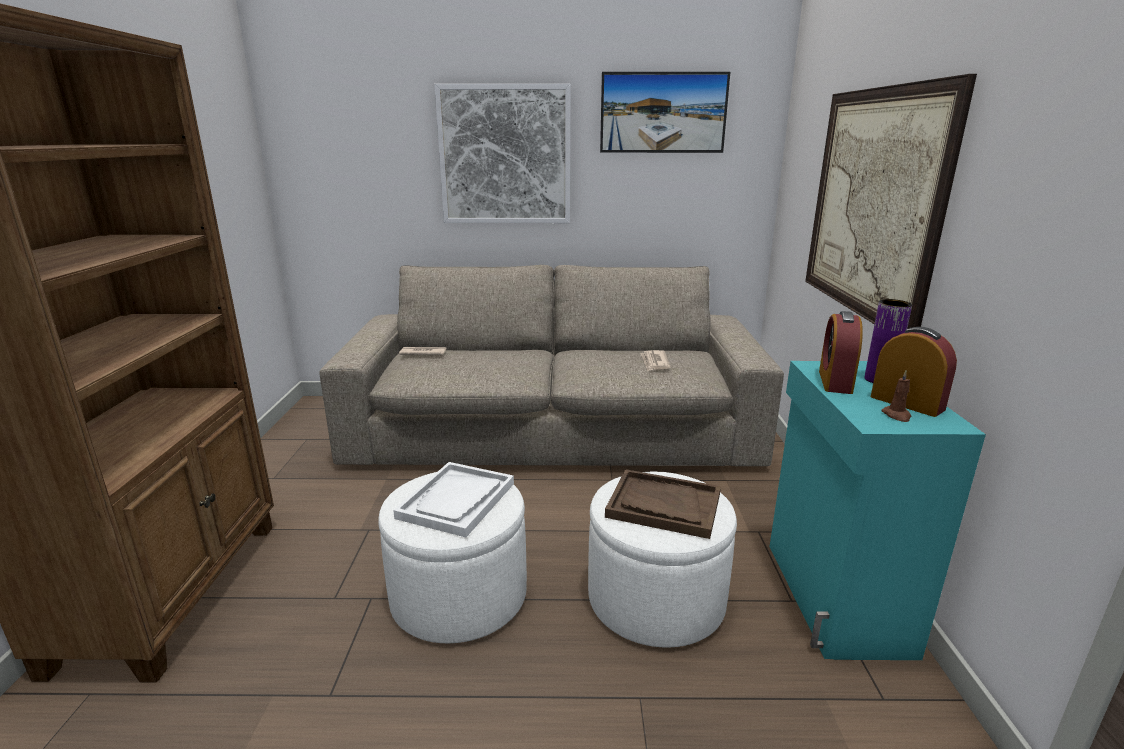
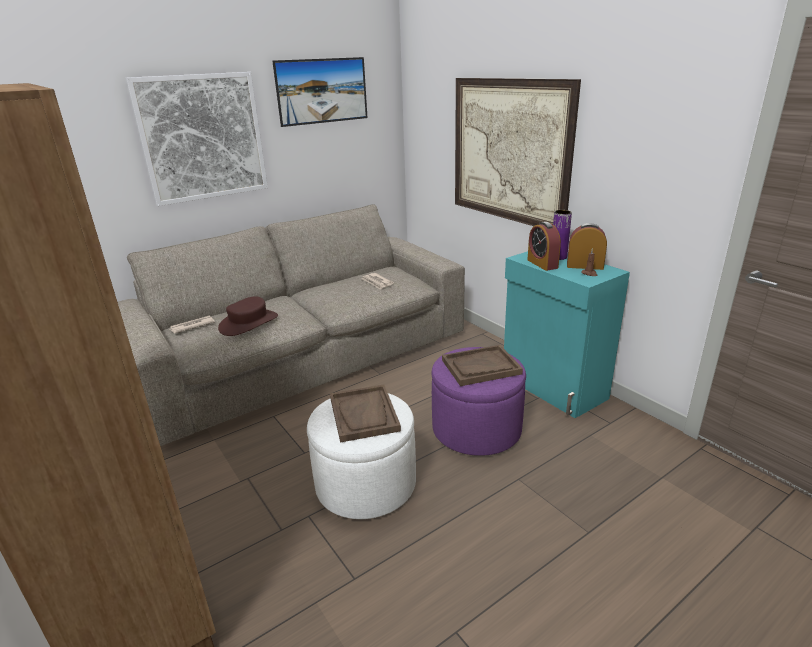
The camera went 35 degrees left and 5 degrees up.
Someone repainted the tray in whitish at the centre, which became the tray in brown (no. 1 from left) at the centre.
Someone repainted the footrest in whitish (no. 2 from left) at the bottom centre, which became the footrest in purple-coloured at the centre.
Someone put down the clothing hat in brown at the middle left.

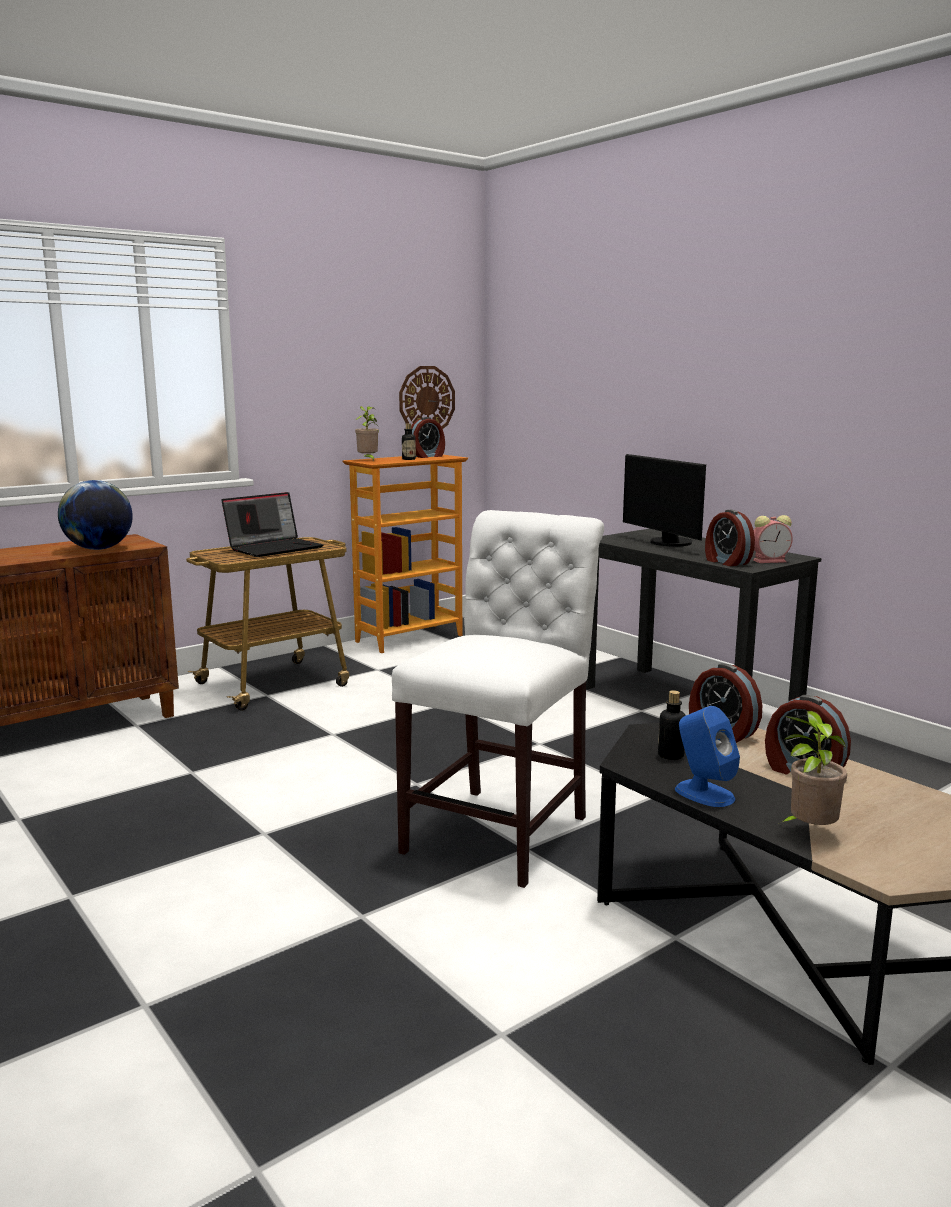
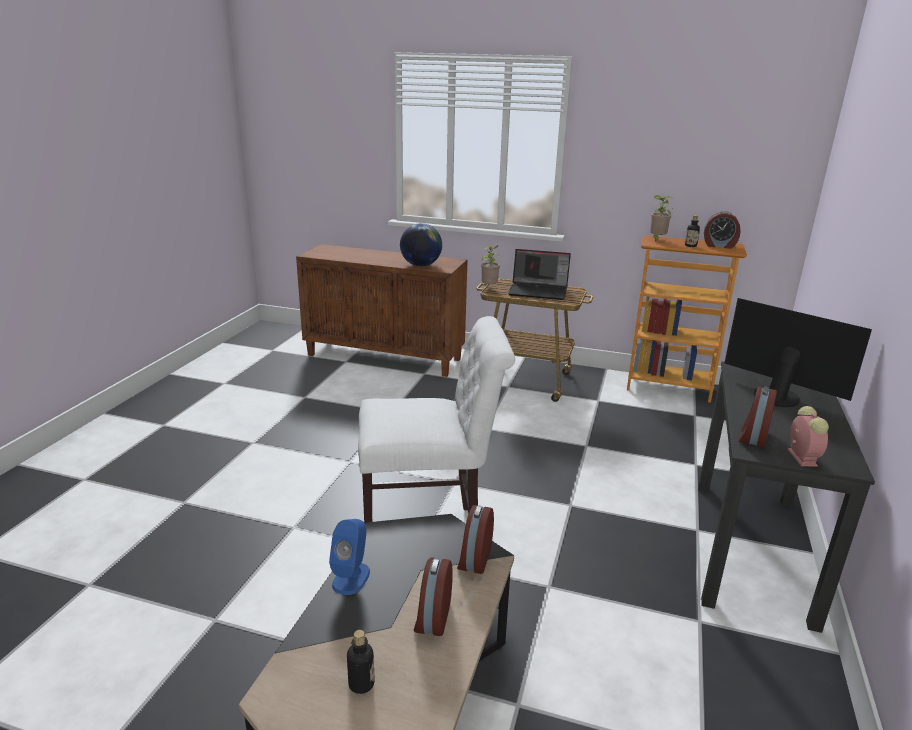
The camera went 55 degrees right and 10 degrees up.
Someone took away the wall clock at the top centre.
Someone rotated the computer screen at the middle right by 105 degrees clockwise.
Someone carried the beverage bottle (no. 2 from left in the first image) from the middle right to the bottom centre.
Someone rotated the alarm clock (no. 4 from left in the first image) at the middle right by 135 degrees counterclockwise.
Someone carried the potted plant (no. 2 from left in the first image) from the middle right to the centre.

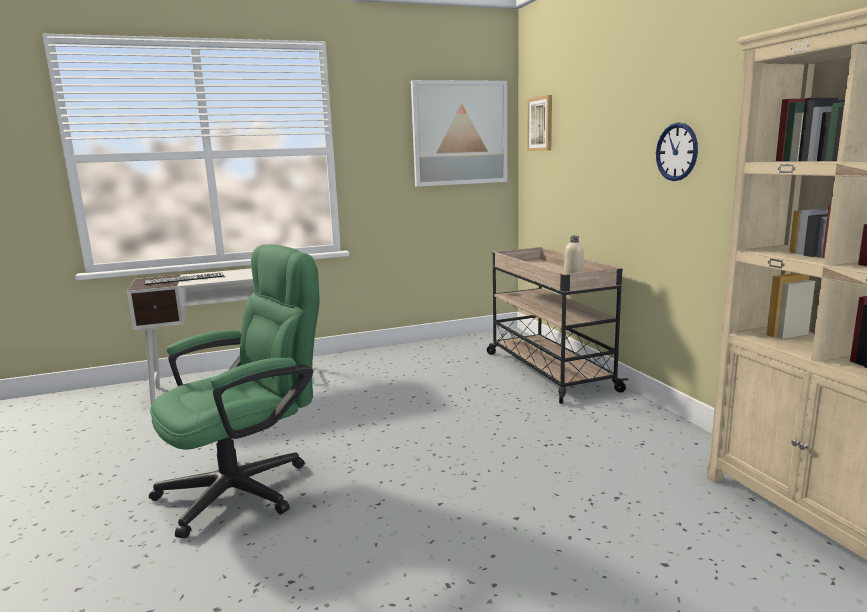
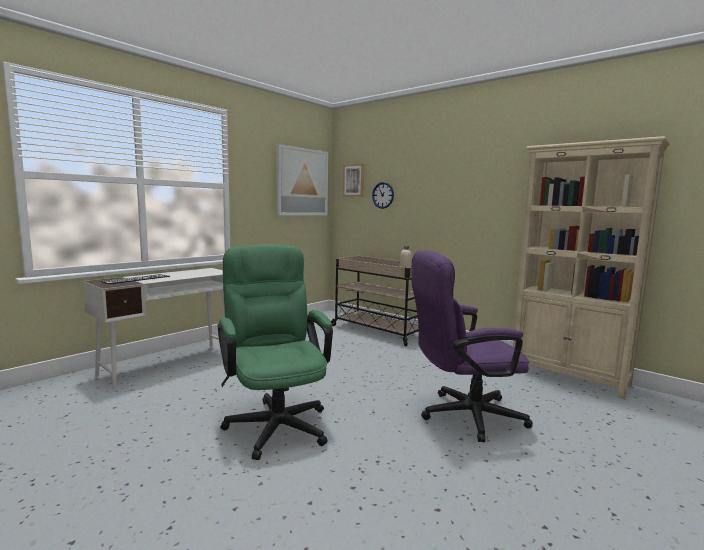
The camera went 30 degrees left and 5 degrees down.
Someone rotated the office chair in green-coloured at the middle left by 45 degrees counterclockwise.
Someone carried the wall clock from the top right to the centre.
Someone put down the office chair in purple-coloured at the middle right.

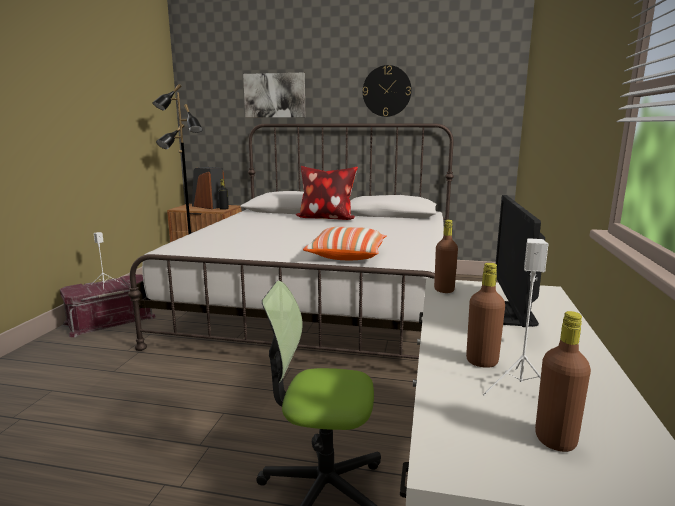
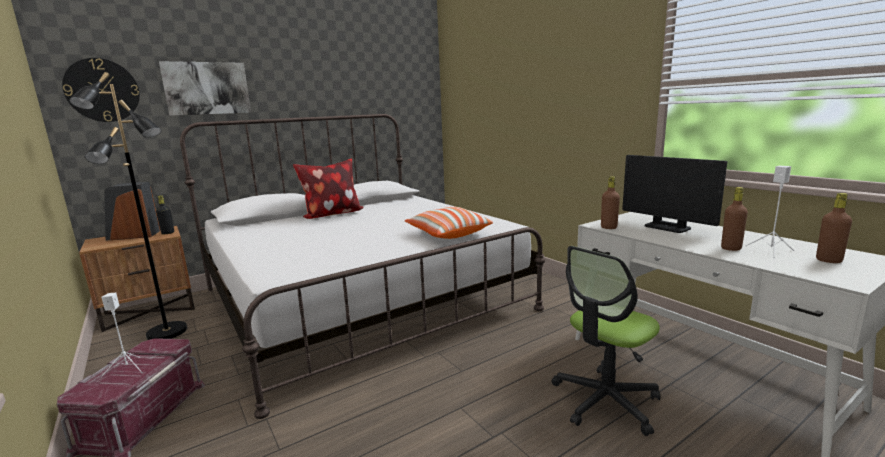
The camera went 45 degrees left and 0 degrees up.
Someone carried the wall clock from the top centre to the top left.

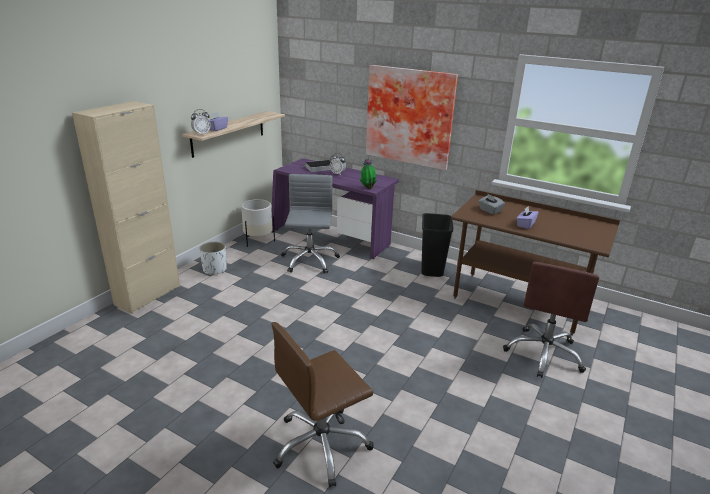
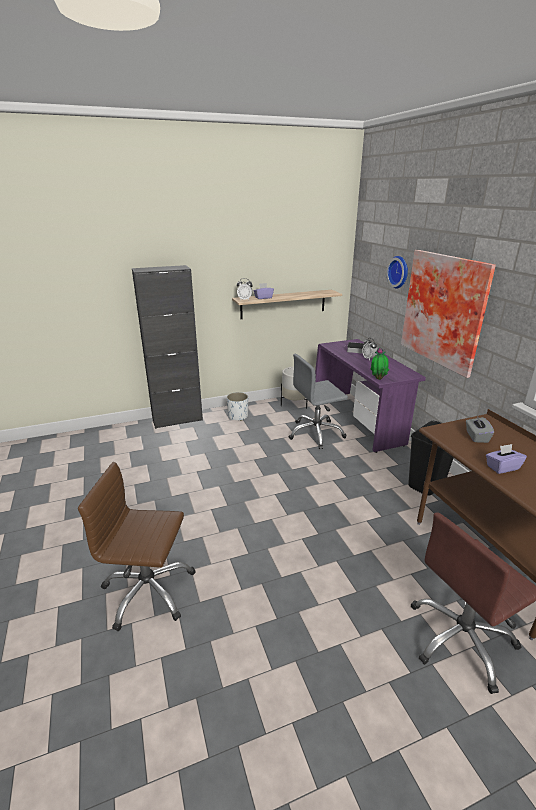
The camera went 40 degrees right and 0 degrees up.
Someone repainted the cabinet in sand-coloured at the middle left, which became the cabinet in blackish at the middle left.
Someone rotated the office chair in greyish at the centre by 150 degrees counterclockwise.
Someone put up the wall clock at the middle right.

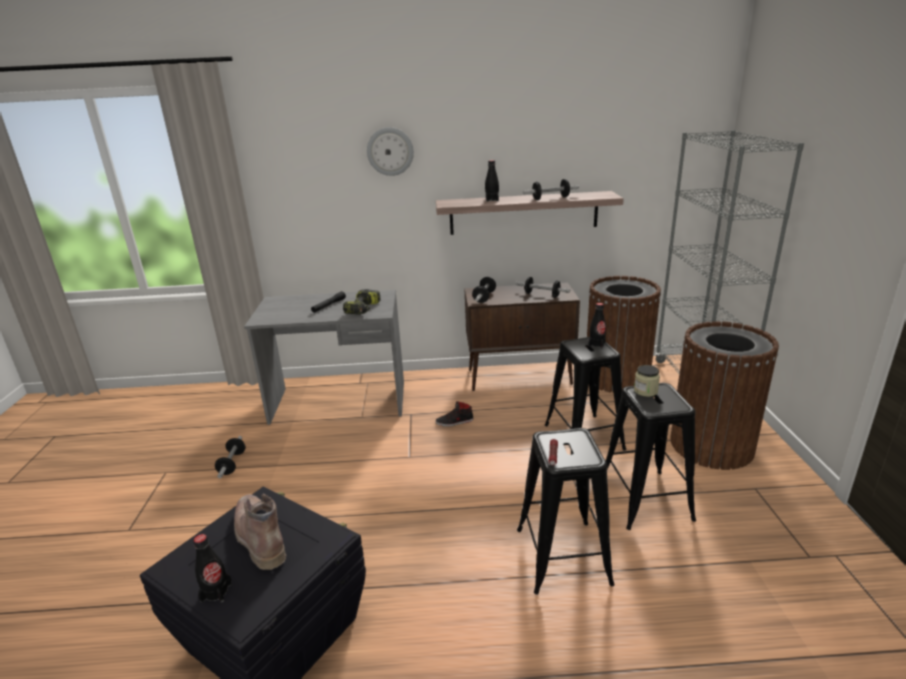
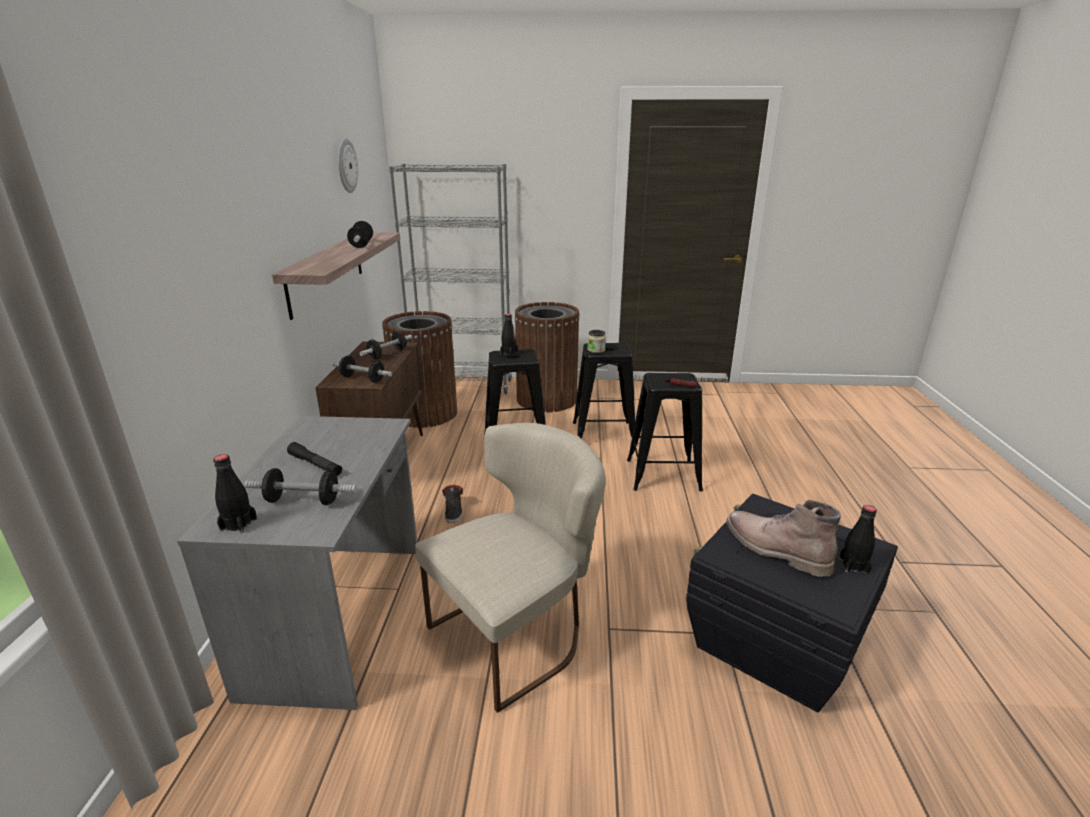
The camera went 85 degrees left and 0 degrees up.
Someone carried the free weight (no. 1 from left) from the bottom left to the middle left.
Someone rotated the tall boot in brown at the bottom left by 75 degrees clockwise.
Someone took away the power drill at the centre.
Someone carried the wall clock from the top centre to the top left.
Someone carried the beverage bottle in blackish (no. 2 from left in the first image) from the top centre to the middle left.
Someone put down the upright chair in sand-coloured at the bottom centre.

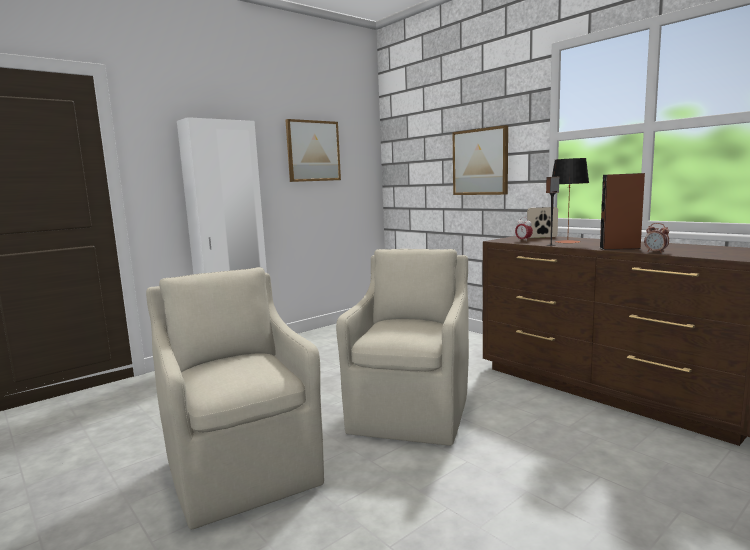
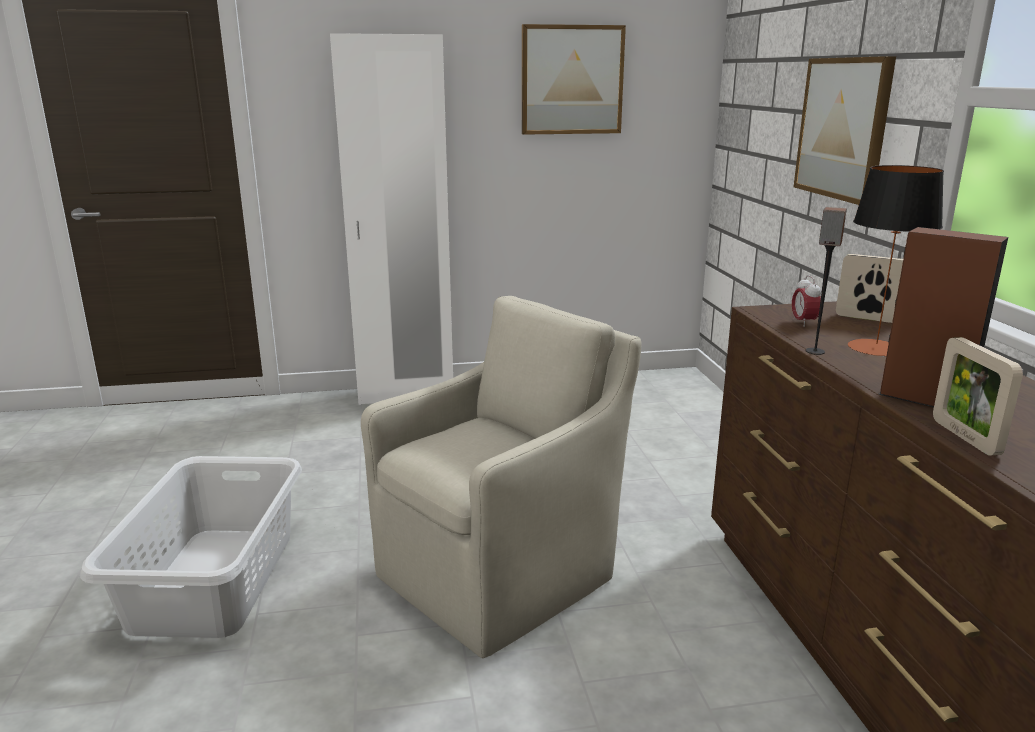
The camera went 30 degrees right and 10 degrees up.
Someone swapped the armchair in sand-coloured (no. 1 from left) at the bottom left for the laundry basket in greyish at the bottom left.
Someone swapped the alarm clock (no. 2 from left) at the middle right for the picture frame (no. 2 from left) at the middle right.

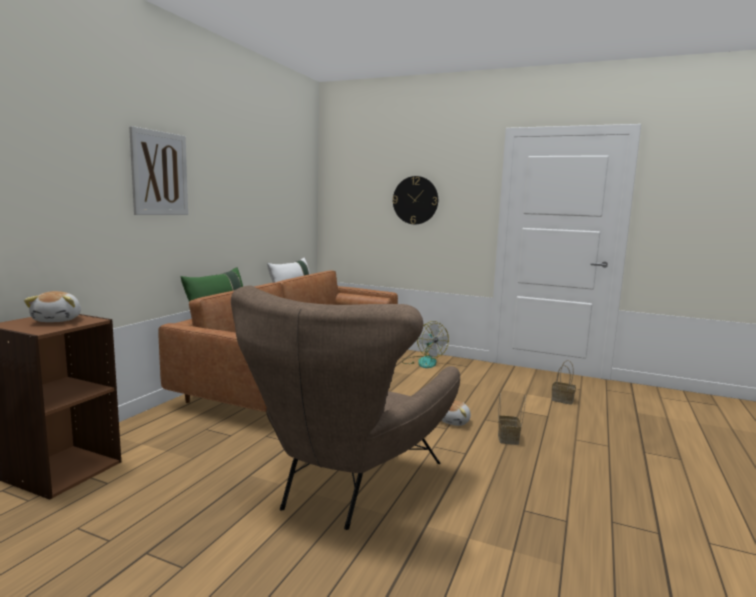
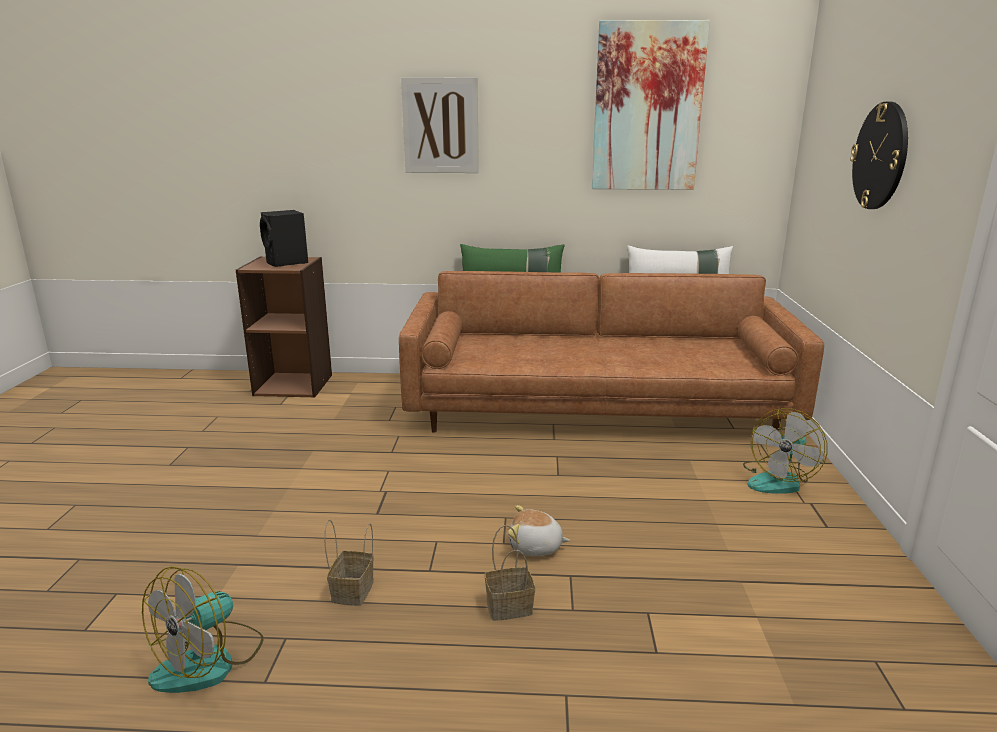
The camera went 70 degrees right and 10 degrees up.
Someone swapped the plush toy (no. 1 from left) at the middle left for the loudspeaker in blackish at the top left.
Someone took away the armchair in brown at the bottom centre.
Someone carried the household basket (no. 2 from left in the first image) from the middle right to the bottom centre.
Someone put down the cooling fan (no. 1 from left) at the bottom left.
Someone put up the wall picture (no. 2 from left) at the top centre.

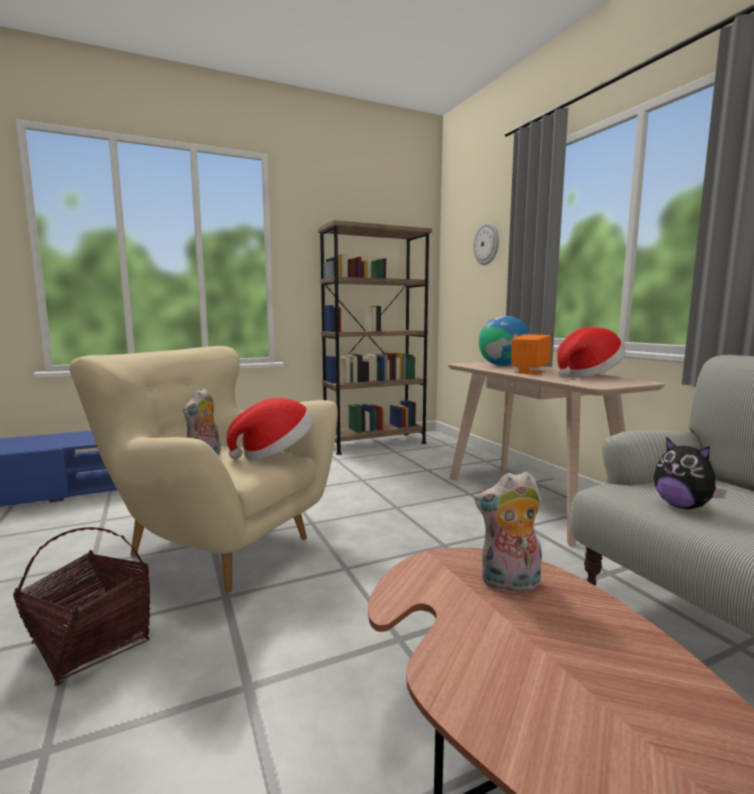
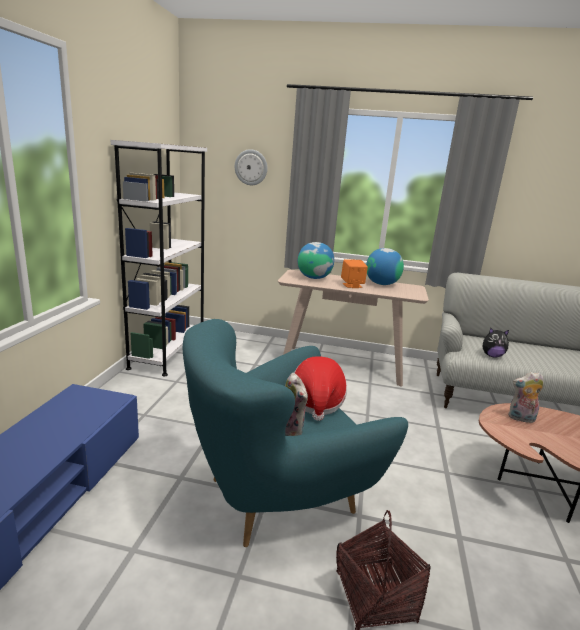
The camera went 55 degrees left and 10 degrees up.
Someone repainted the armchair in sand-coloured at the middle left, which became the armchair in blue-green at the bottom centre.
Someone repainted the bookcase in brown at the centre, which became the bookcase in whitish at the middle left.
Someone rotated the plush toy (no. 2 from left in the first image) at the bottom right by 60 degrees clockwise.
Someone swapped the clothing hat (no. 2 from left) at the middle right for the desk globe (no. 2 from left) at the centre.

